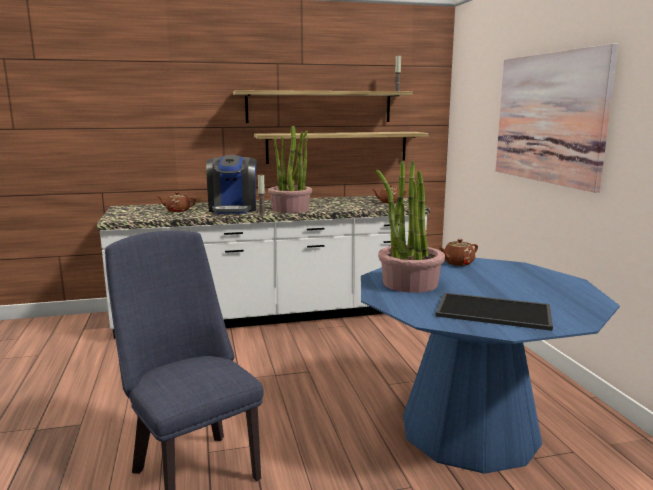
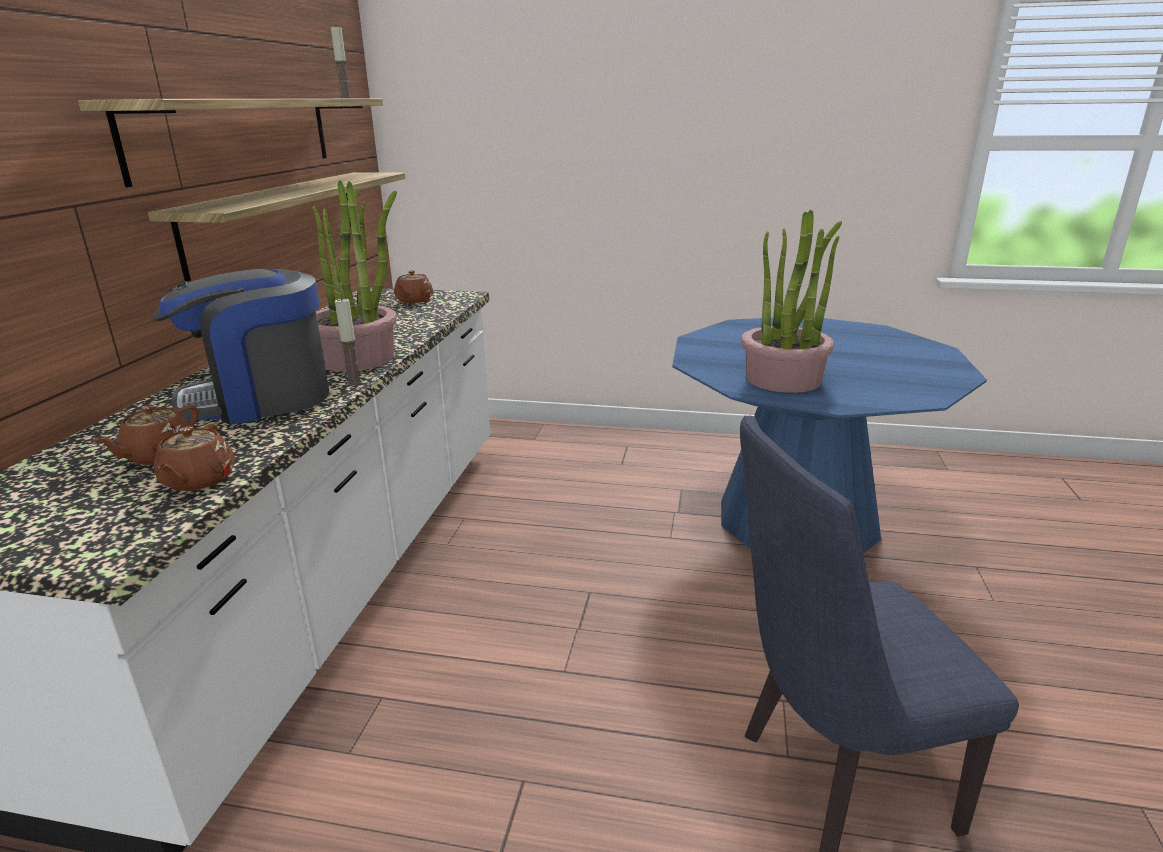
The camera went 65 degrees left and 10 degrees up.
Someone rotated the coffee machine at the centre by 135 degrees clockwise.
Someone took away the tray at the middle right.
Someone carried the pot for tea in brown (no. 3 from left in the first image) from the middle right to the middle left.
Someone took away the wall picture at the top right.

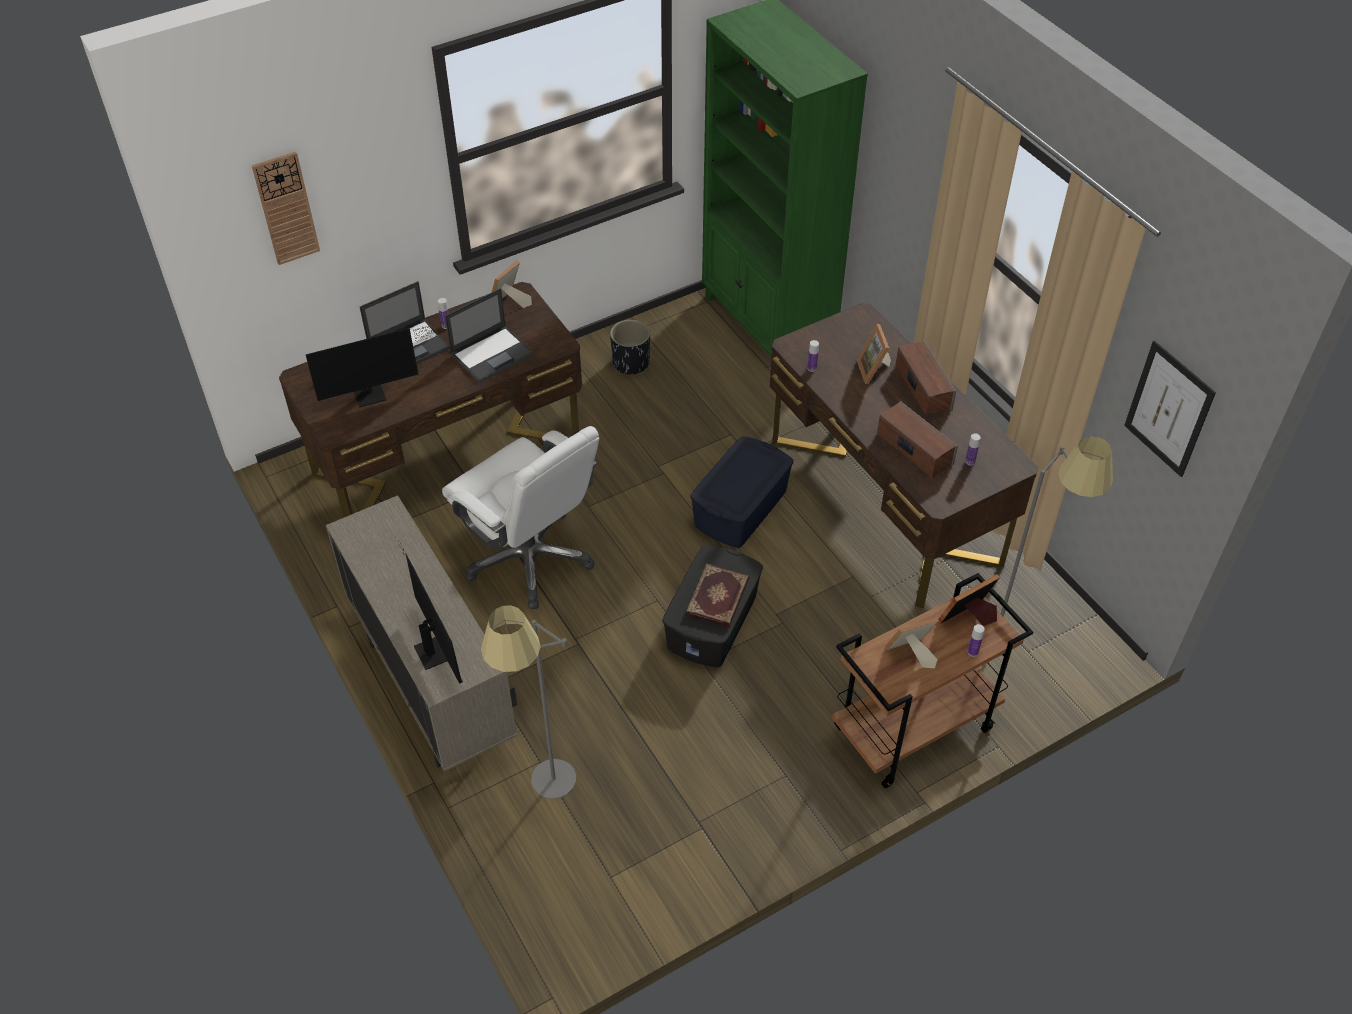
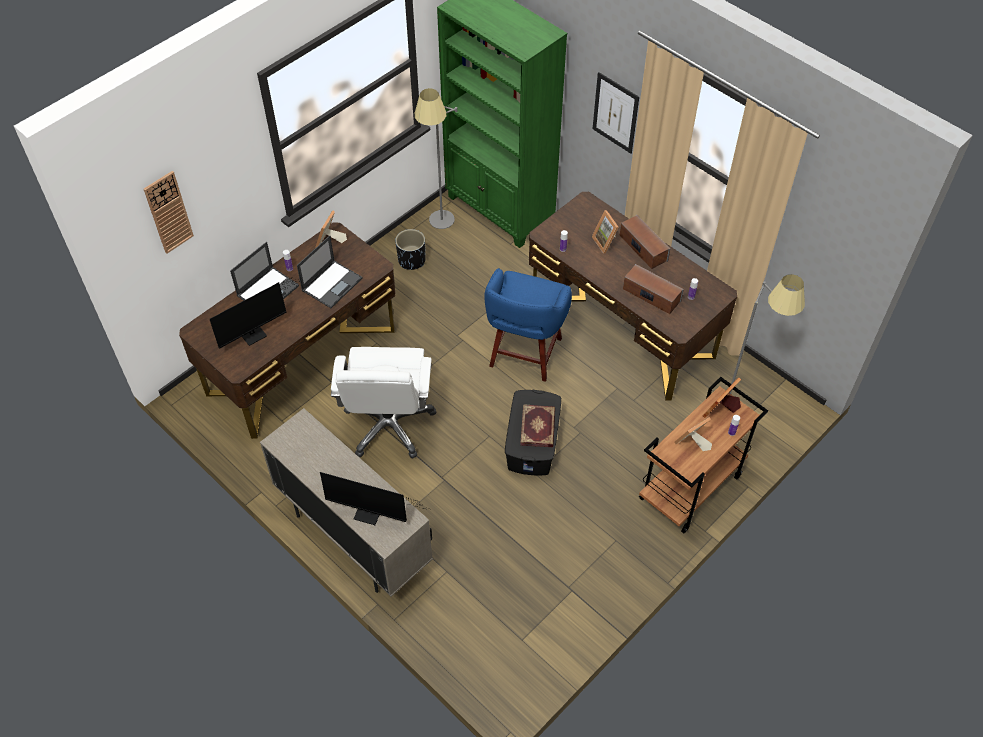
The camera went 15 degrees left and 5 degrees up.
Someone rotated the computer screen (no. 2 from left) at the middle left by 150 degrees clockwise.
Someone rotated the office chair in whitish at the centre by 60 degrees clockwise.
Someone carried the standard lamp in greyish (no. 1 from left) from the bottom centre to the top centre.
Someone swapped the storage container in blue at the centre for the stool seat in blue at the centre.
Someone carried the wall picture from the middle right to the top centre.

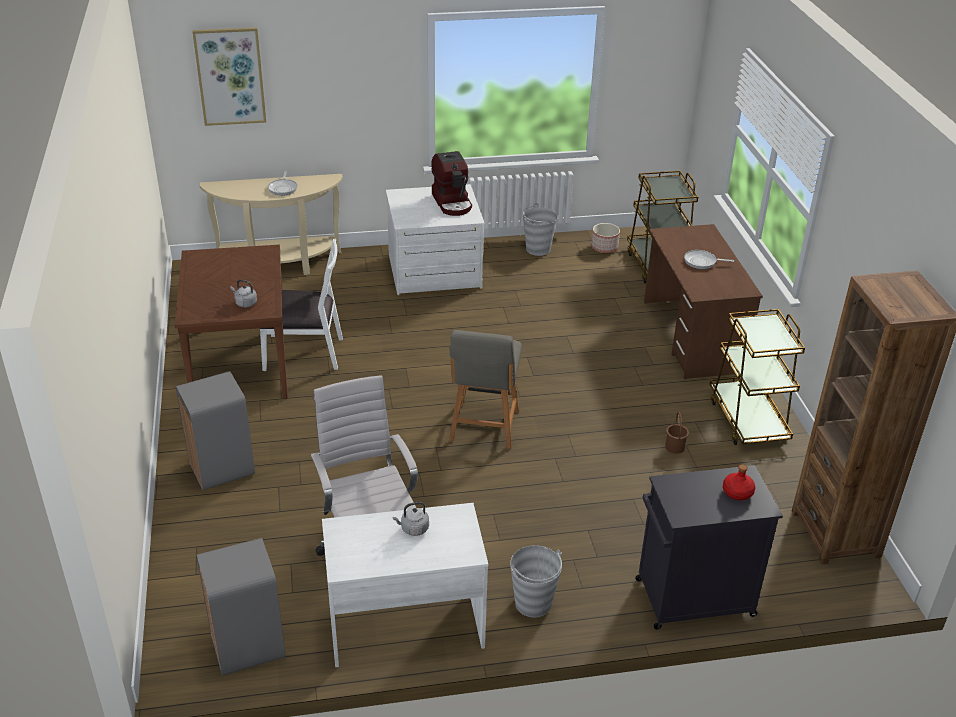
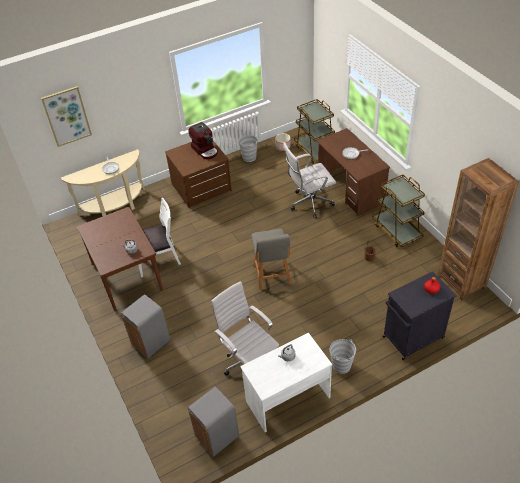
The camera went 15 degrees left and 10 degrees up.
Someone repainted the dresser in whitish at the centre, which became the dresser in brown at the centre.
Someone put down the office chair in whitish (no. 2 from left) at the centre.

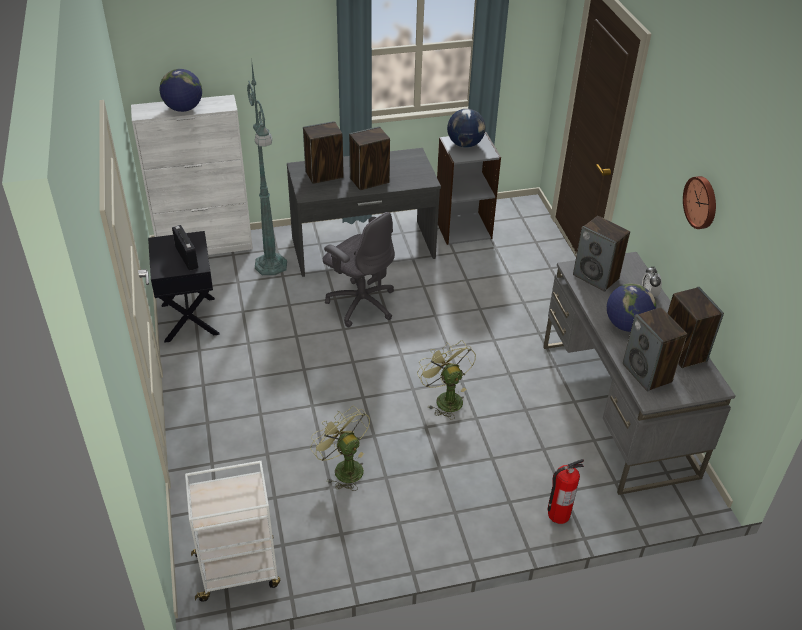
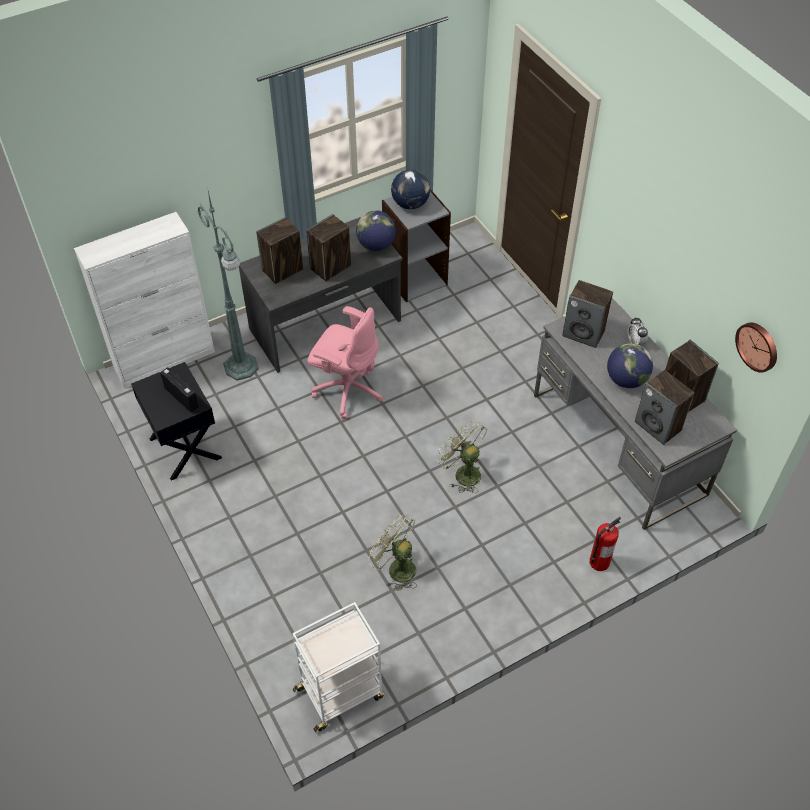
The camera went 15 degrees left and 10 degrees up.
Someone carried the desk globe (no. 1 from left) from the top left to the top centre.
Someone repainted the office chair in greyish at the centre, which became the office chair in pink at the centre.
Someone carried the wall clock from the top right to the middle right.

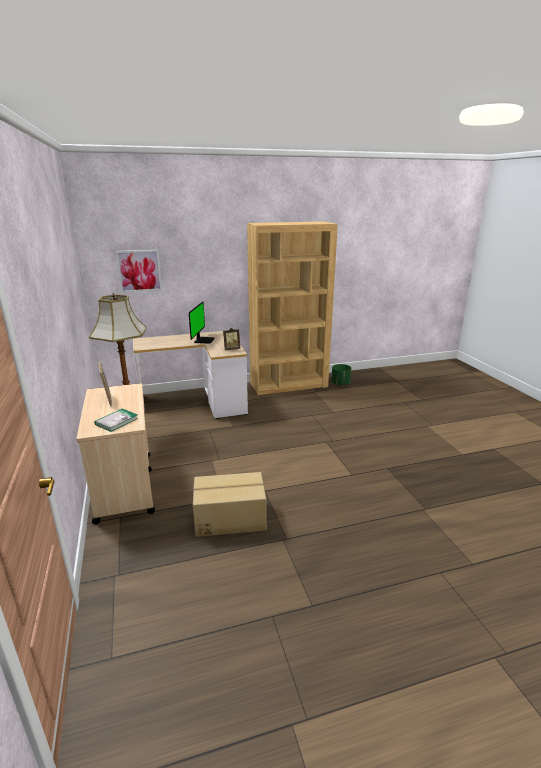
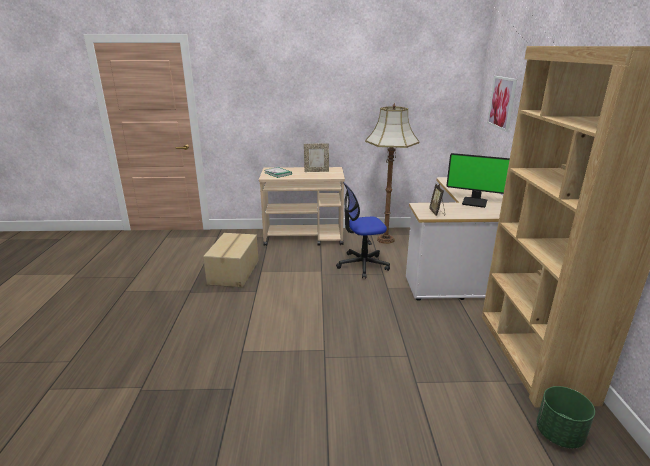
The camera went 105 degrees right and 0 degrees up.
Someone put down the office chair at the centre.

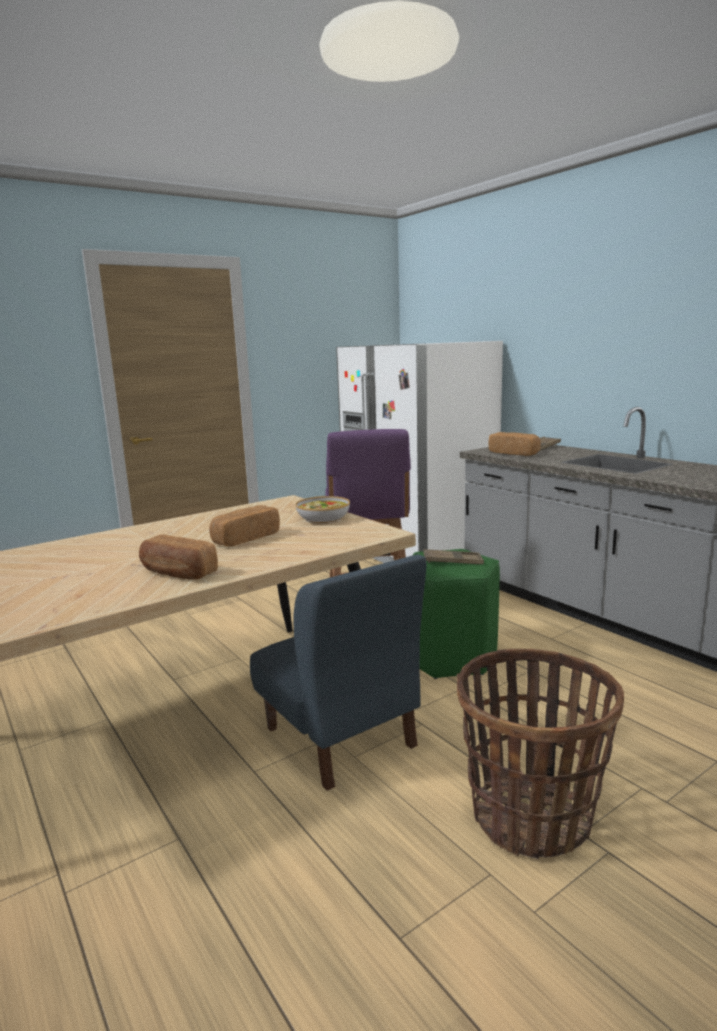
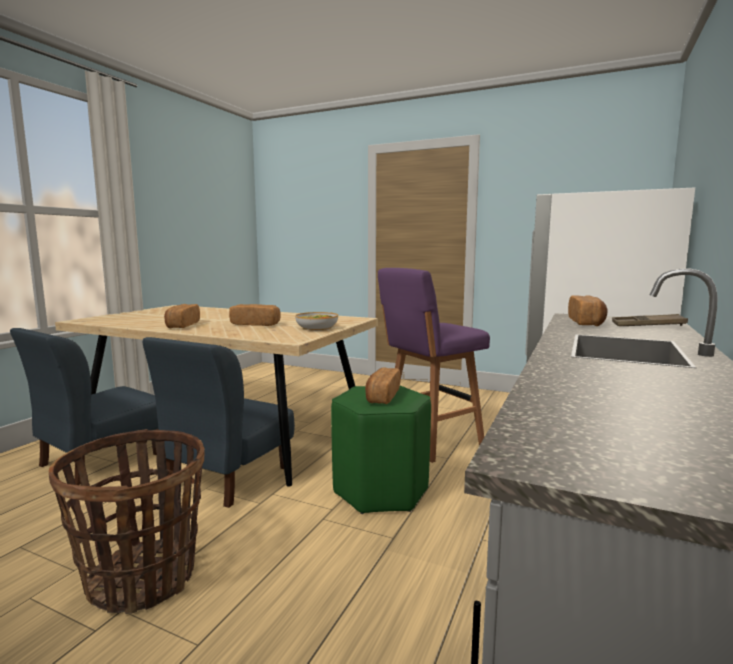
The camera went 60 degrees right and 5 degrees down.
Someone swapped the tray in brown (no. 1 from left) at the centre for the bakery bread (no. 3 from left) at the centre.
Someone put down the upright chair in blue (no. 1 from left) at the middle left.

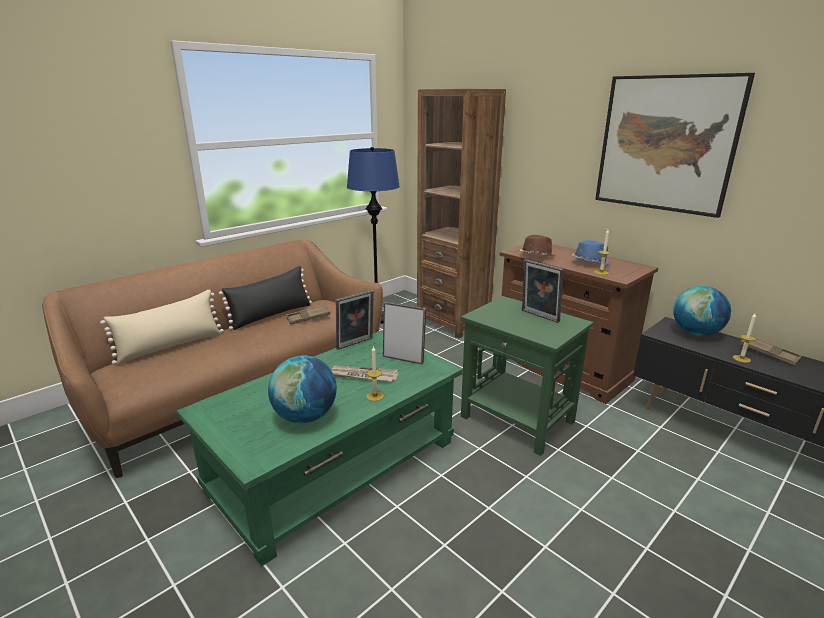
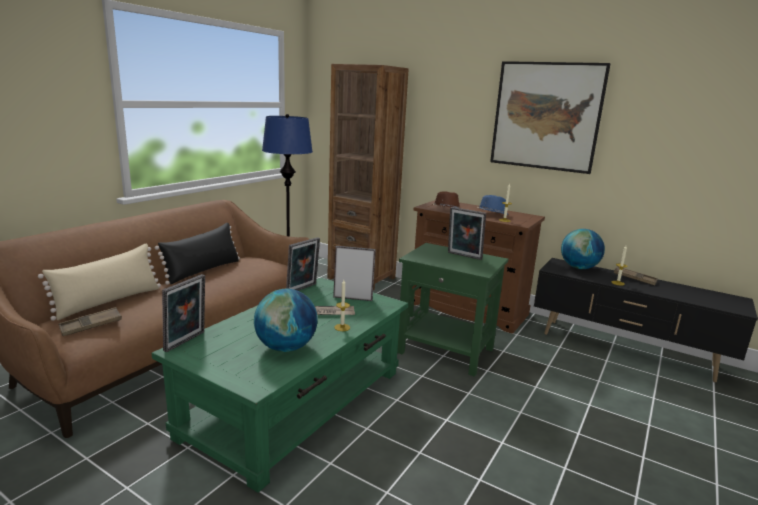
The camera went 15 degrees left and 5 degrees down.
Someone carried the tray in brown (no. 1 from left) from the centre to the middle left.
Someone put down the picture frame (no. 1 from left) at the middle left.

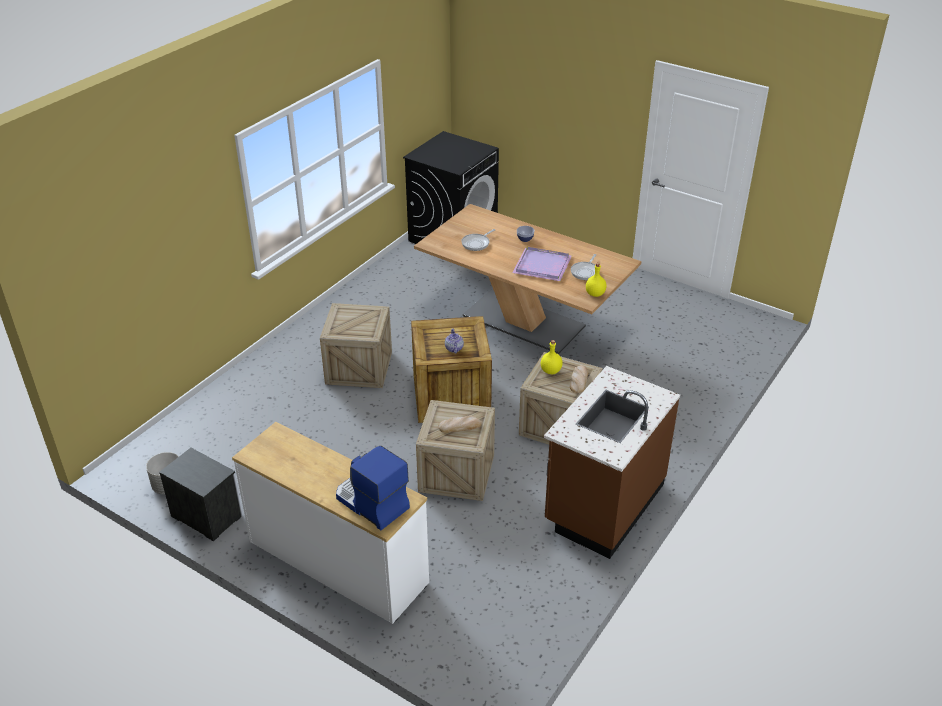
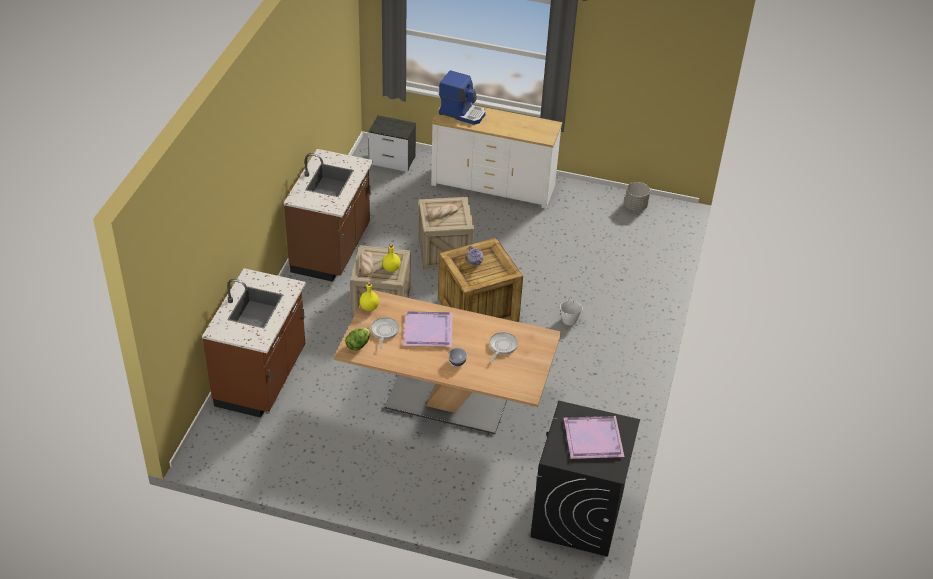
The camera went 160 degrees right and 5 degrees up.
Someone carried the night table from the bottom left to the top centre.
Someone swapped the packing crate (no. 1 from left) at the centre for the pail in whitish at the centre.
Someone put down the kitchen counter in brown (no. 1 from left) at the middle left.
Someone put down the head of lettuce at the centre.
Someone put down the tray in purple-coloured (no. 2 from left) at the bottom centre.

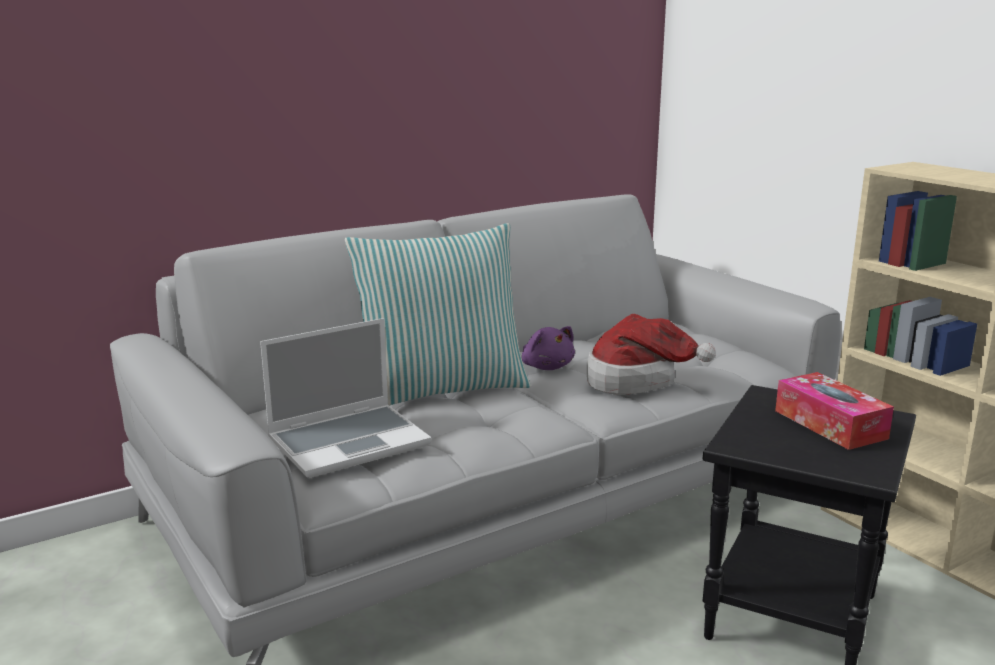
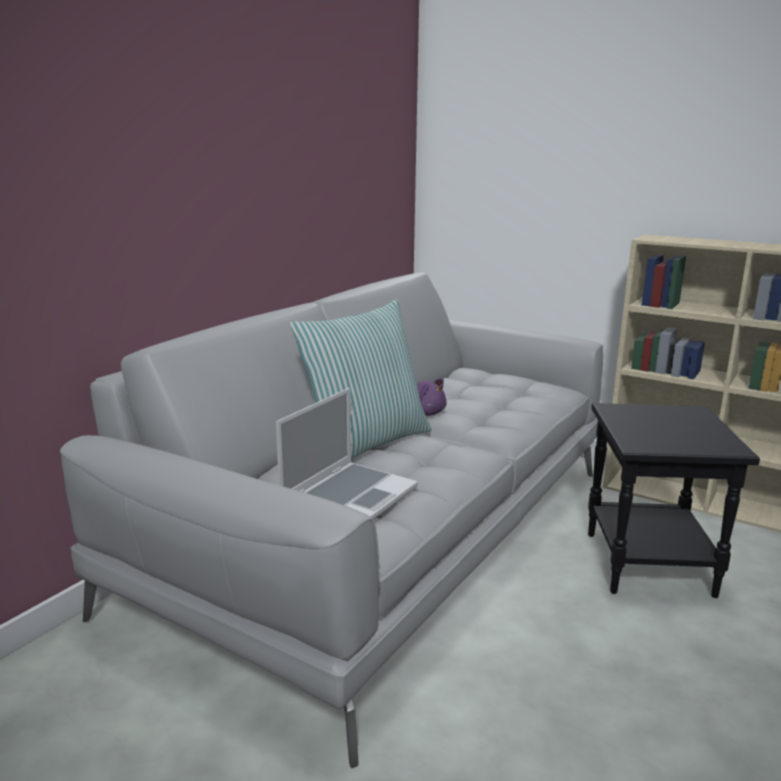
The camera went 25 degrees left and 0 degrees up.
Someone took away the clothing hat at the centre.
Someone took away the tissue box at the middle right.

